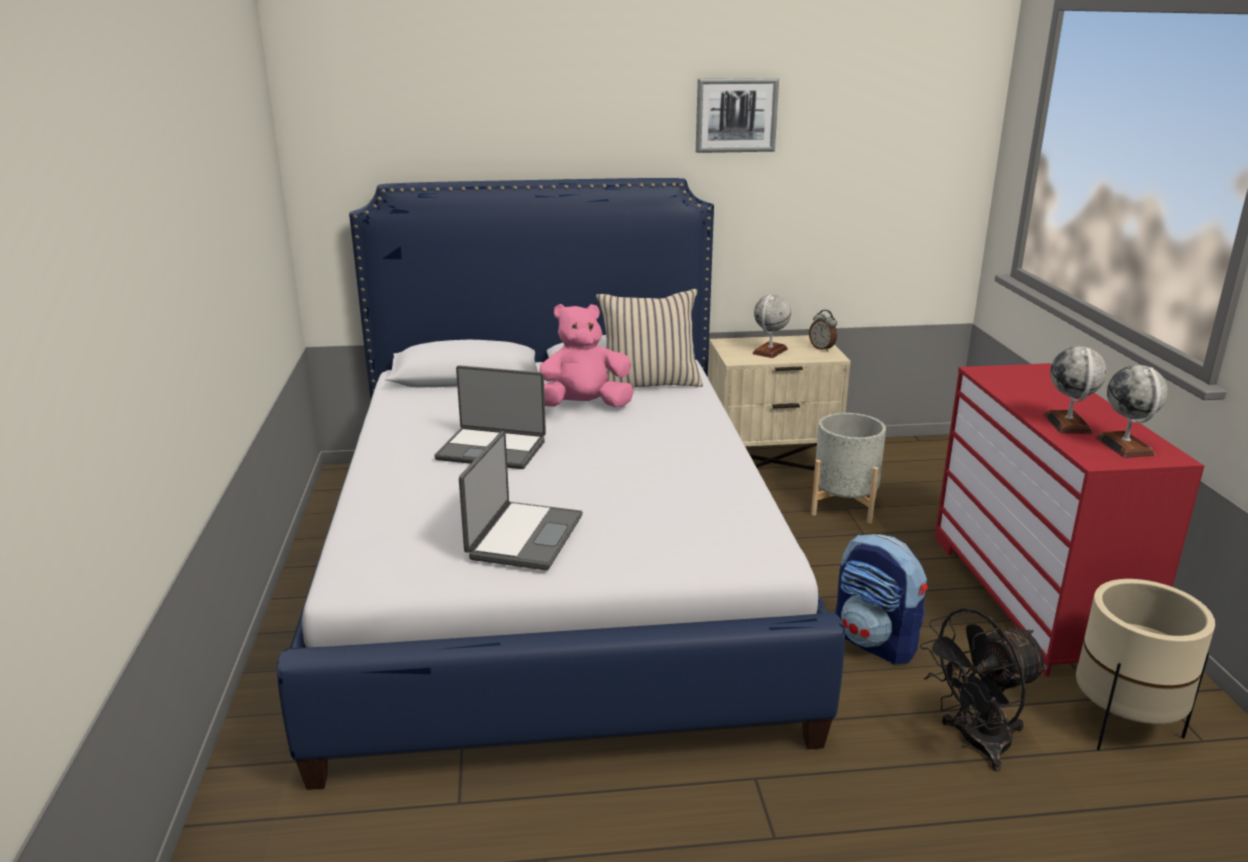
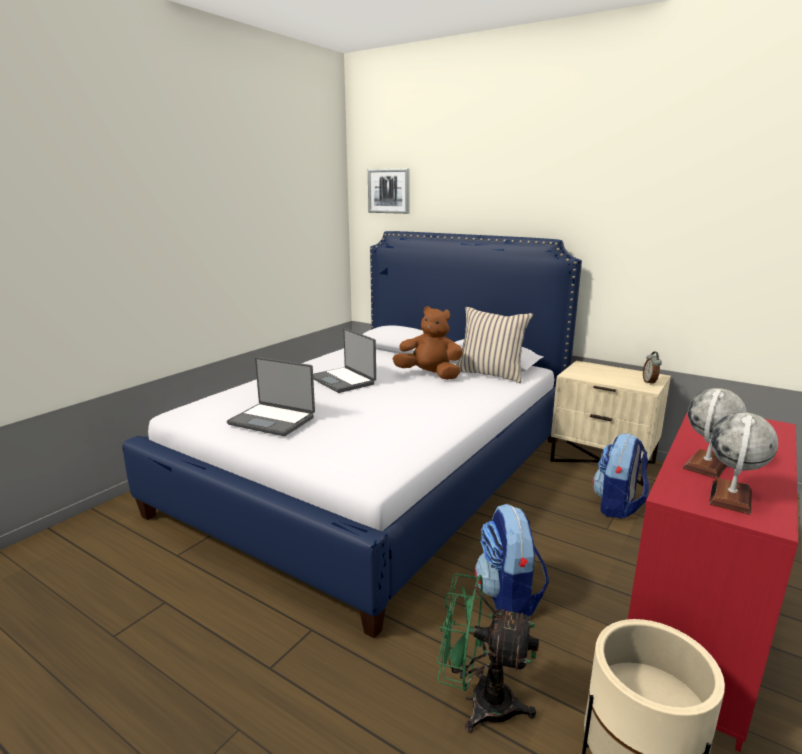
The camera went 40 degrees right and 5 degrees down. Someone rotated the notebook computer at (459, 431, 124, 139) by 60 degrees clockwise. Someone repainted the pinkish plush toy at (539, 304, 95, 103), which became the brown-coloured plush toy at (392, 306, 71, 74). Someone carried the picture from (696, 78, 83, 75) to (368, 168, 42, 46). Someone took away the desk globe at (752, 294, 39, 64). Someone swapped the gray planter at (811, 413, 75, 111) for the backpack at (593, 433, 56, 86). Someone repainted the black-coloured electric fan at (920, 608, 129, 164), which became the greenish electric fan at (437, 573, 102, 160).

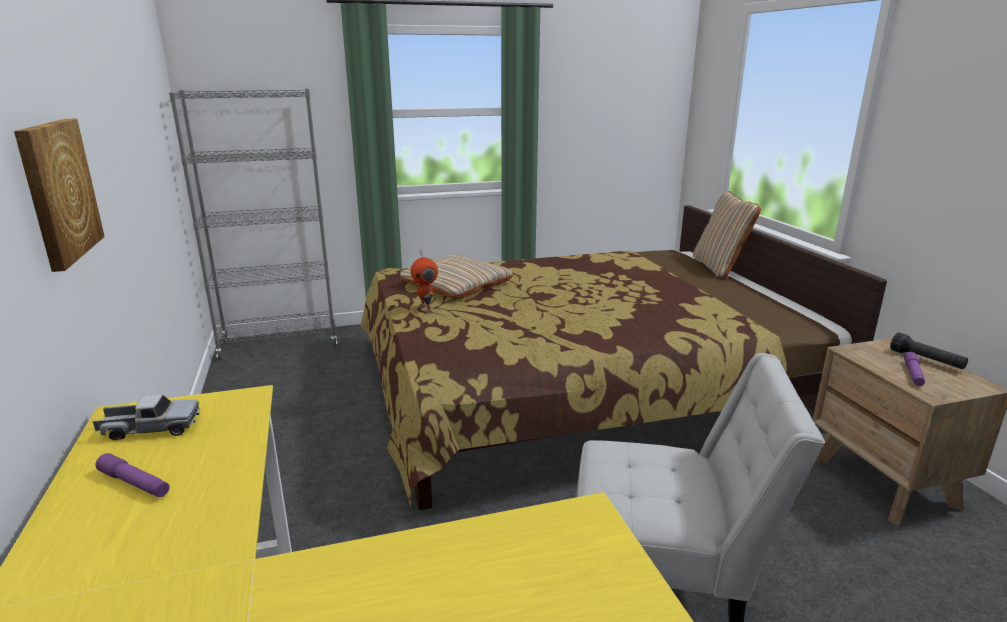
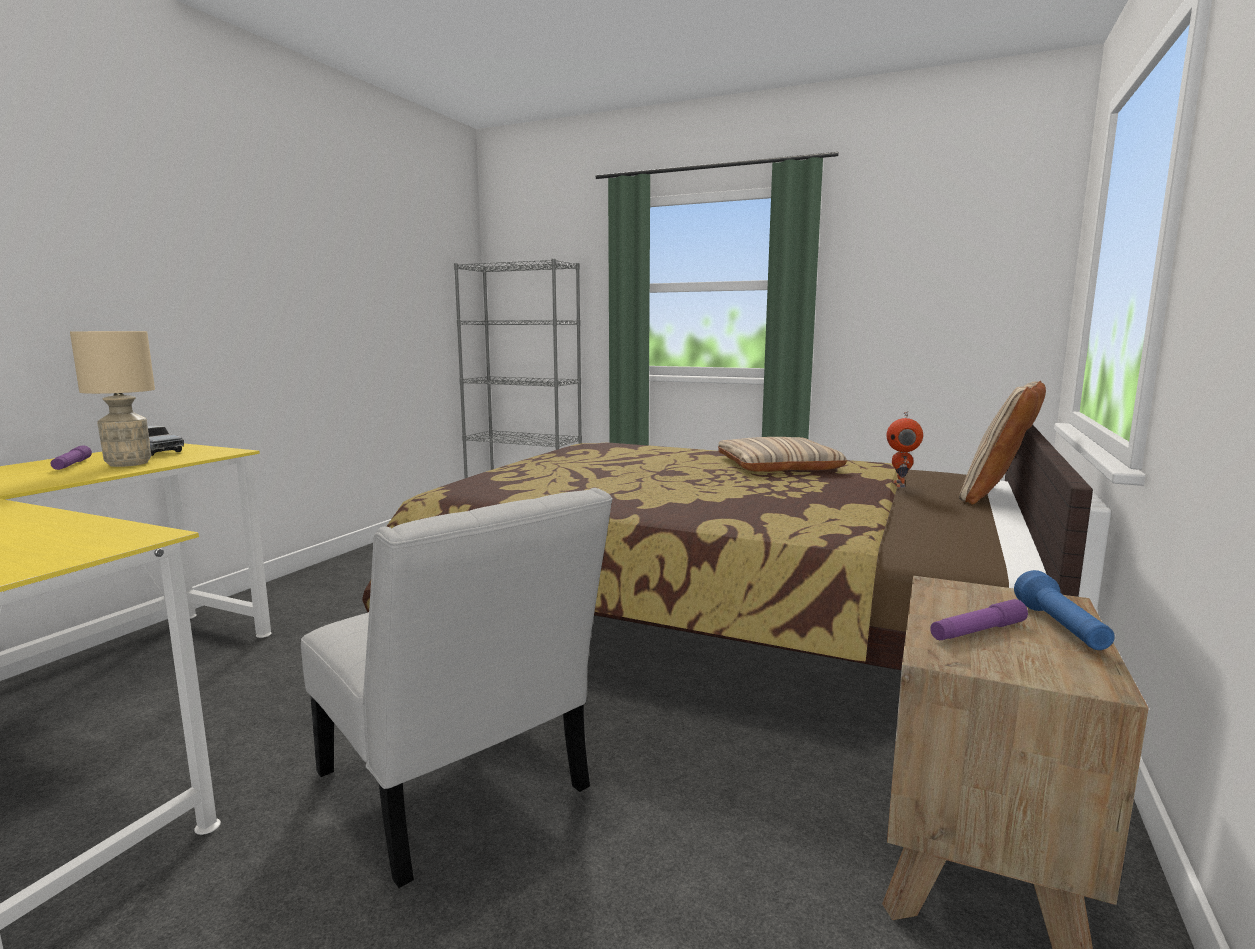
The camera went 40 degrees right and 10 degrees down. Someone took away the picture at (14, 119, 91, 153). Someone carried the beige pillow from (400, 254, 113, 45) to (718, 437, 129, 35). Someone carried the model robot from (411, 250, 27, 63) to (887, 412, 36, 76). Someone repainted the black-coloured hand torch at (890, 332, 78, 37), which became the bluish hand torch at (1014, 570, 101, 80). Someone put down the beige tabletop lamp at (70, 331, 85, 136).

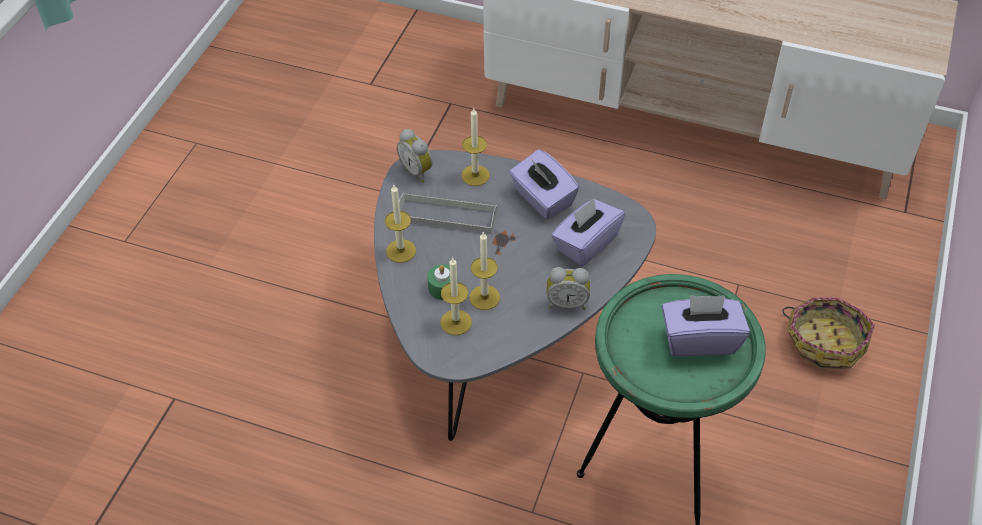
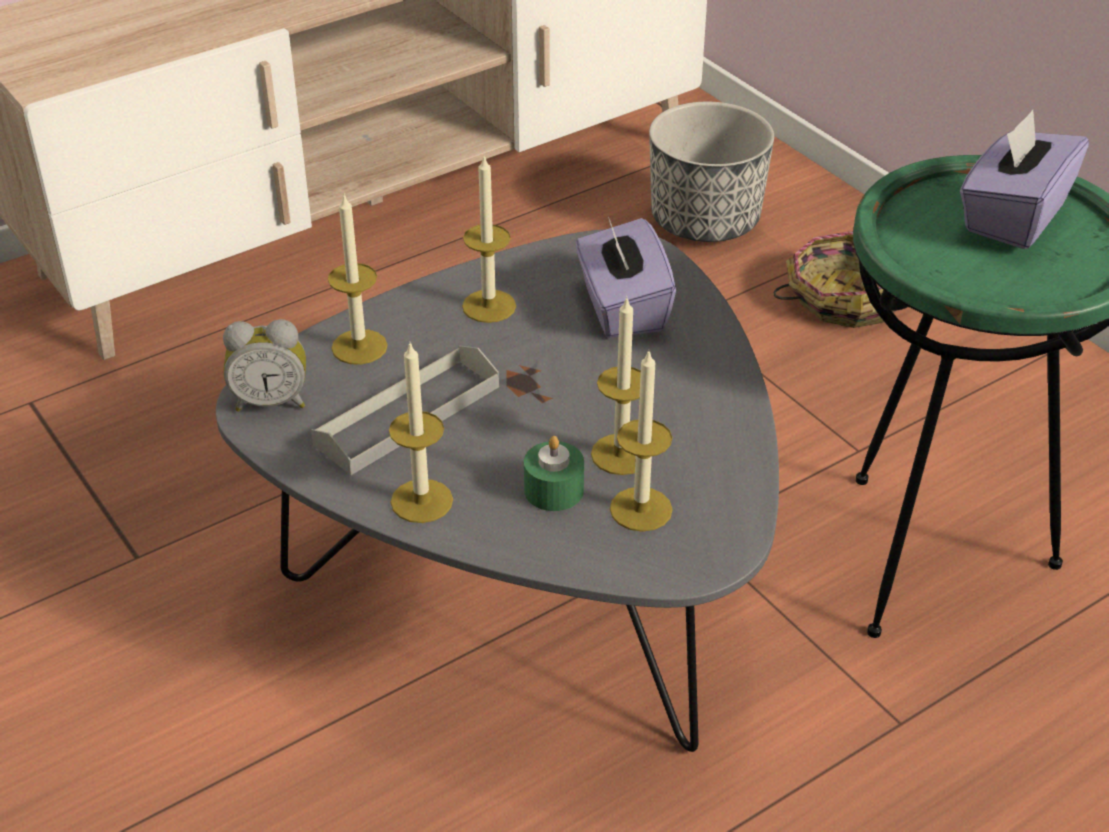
The camera went 55 degrees left and 10 degrees down. Someone swapped the purple tissue box at (509, 149, 70, 70) for the wax candle at (462, 154, 54, 169). Someone took away the bedside clock at (547, 267, 43, 43). Someone put down the planter at (649, 102, 125, 140).

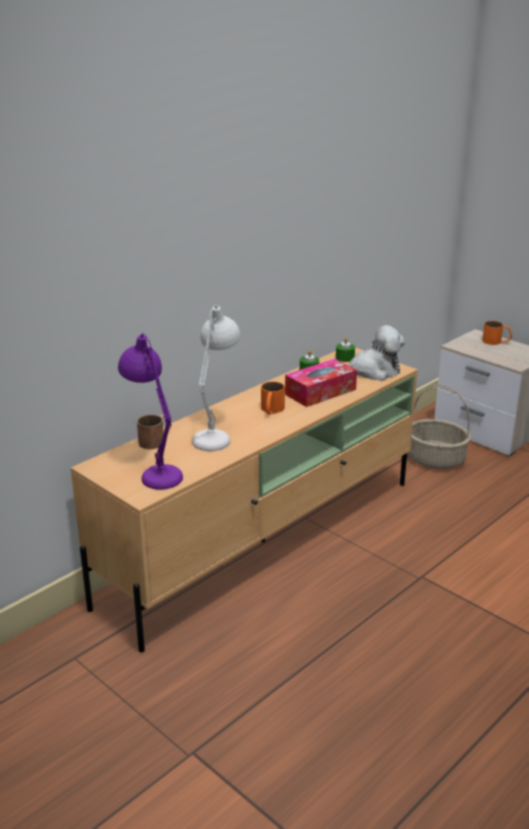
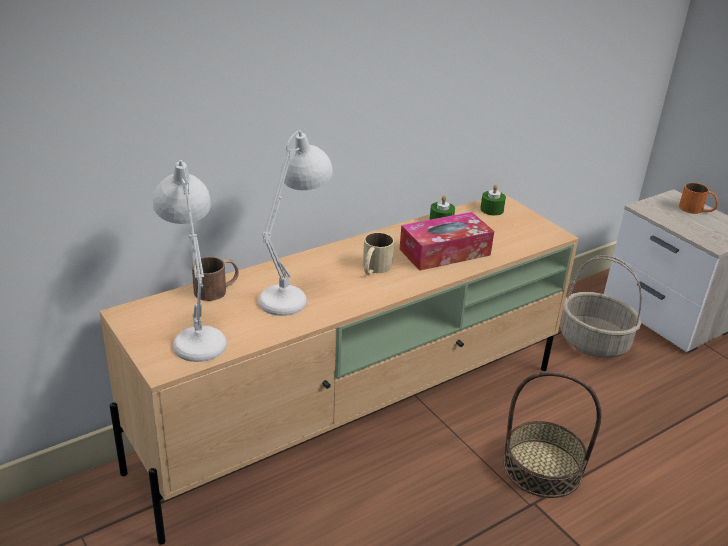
The camera went 10 degrees right and 5 degrees up. Someone repainted the purple tabletop lamp at (118, 333, 65, 157), which became the white-coloured tabletop lamp at (153, 160, 74, 202). Someone repainted the orange-coloured mug at (261, 381, 24, 34), which became the beige mug at (363, 232, 31, 43). Someone took away the plush toy at (348, 325, 57, 56). Someone put down the household basket at (503, 371, 98, 127).

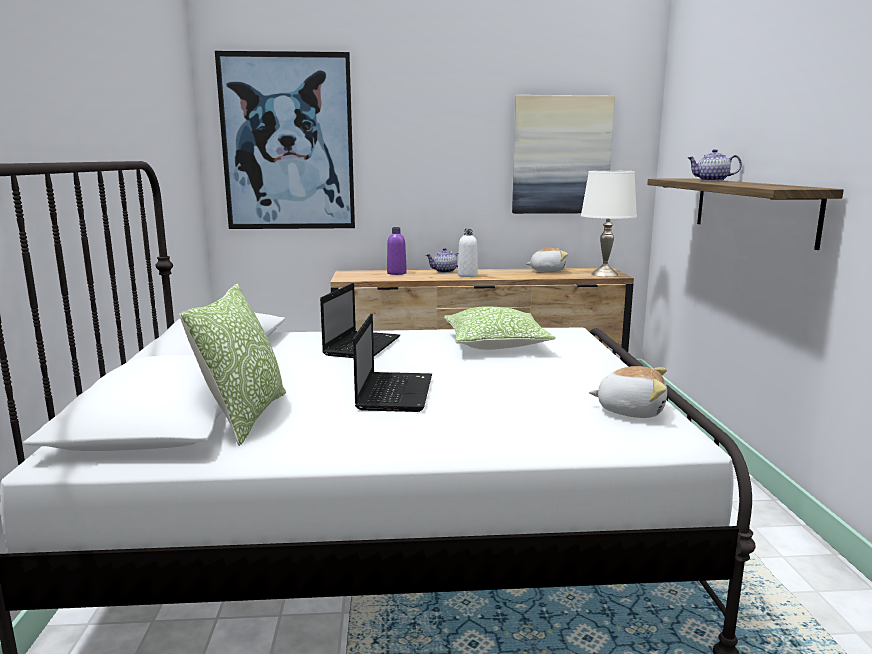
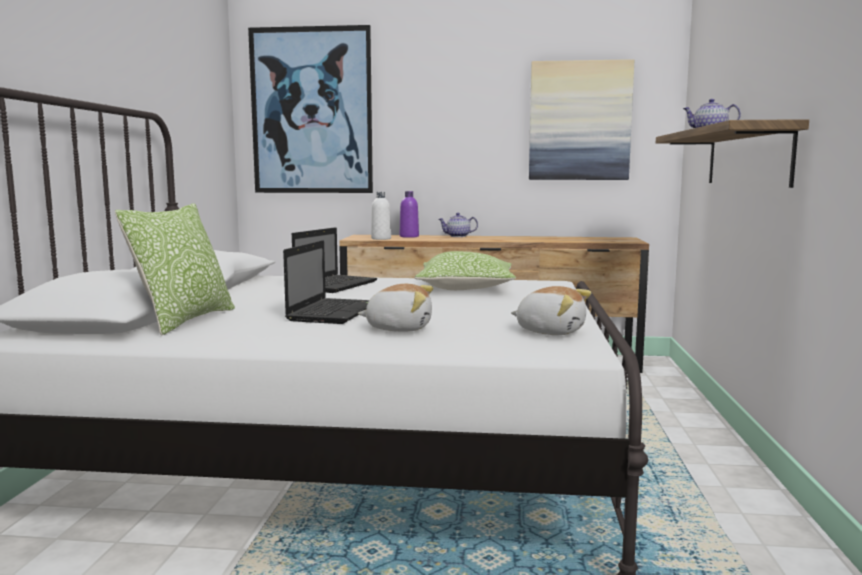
The camera went 10 degrees right and 5 degrees down. Someone carried the white-coloured drink bottle from (458, 229, 20, 48) to (371, 192, 20, 48). Someone carried the plush toy from (526, 247, 42, 25) to (358, 284, 75, 48). Someone took away the white-coloured tabletop lamp at (581, 170, 56, 107).

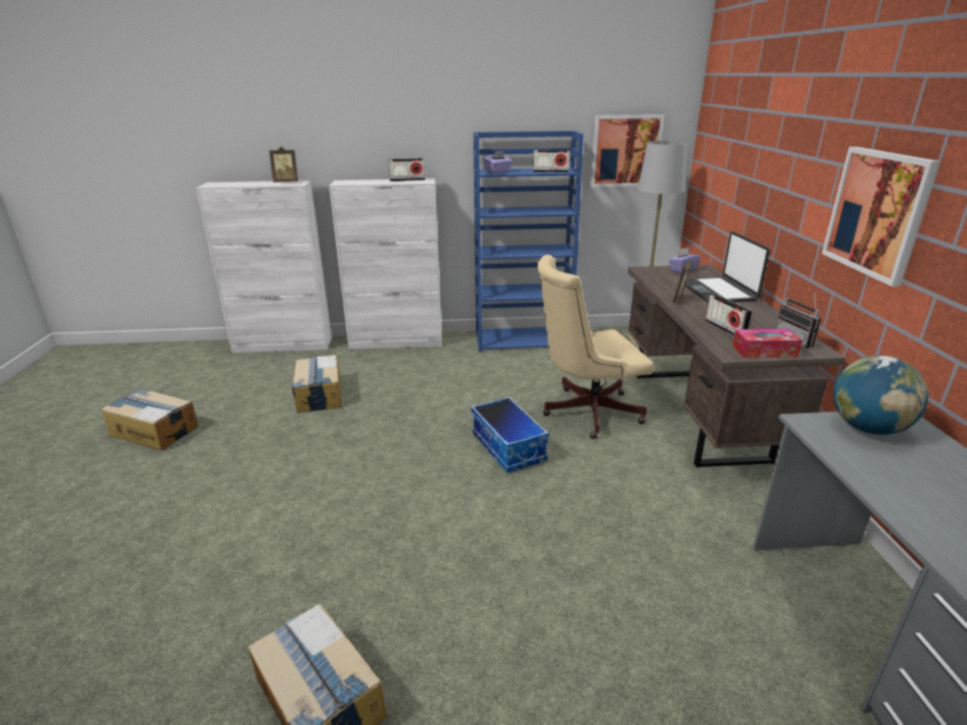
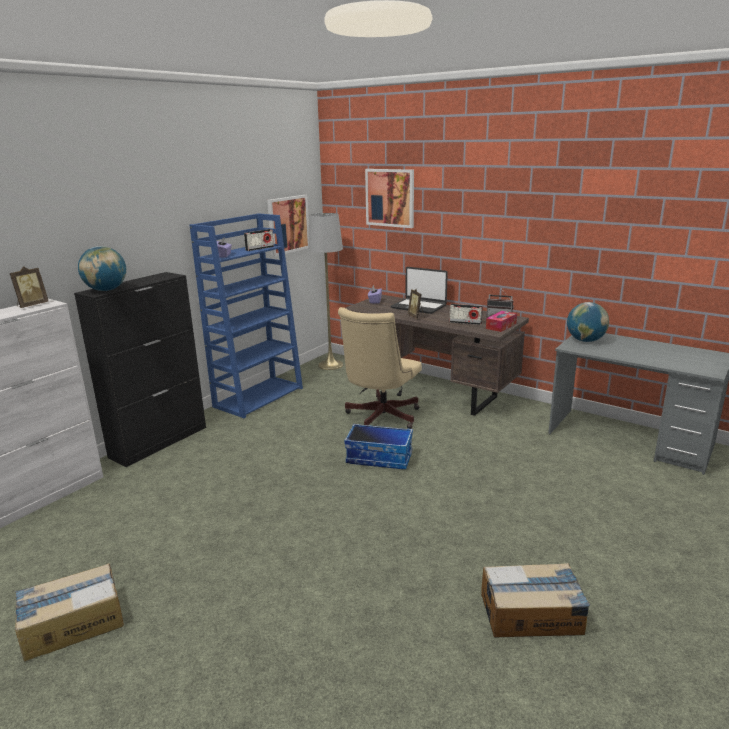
The camera went 50 degrees left and 5 degrees down. Someone took away the packing box at (292, 355, 50, 58). Someone repainted the white-coloured cupboard at (329, 178, 113, 171), which became the black-coloured cupboard at (74, 272, 132, 195). Someone took away the radio set at (388, 158, 37, 23). Someone carried the picture from (822, 147, 119, 140) to (365, 169, 49, 59). Someone put down the desk globe at (78, 246, 48, 45).

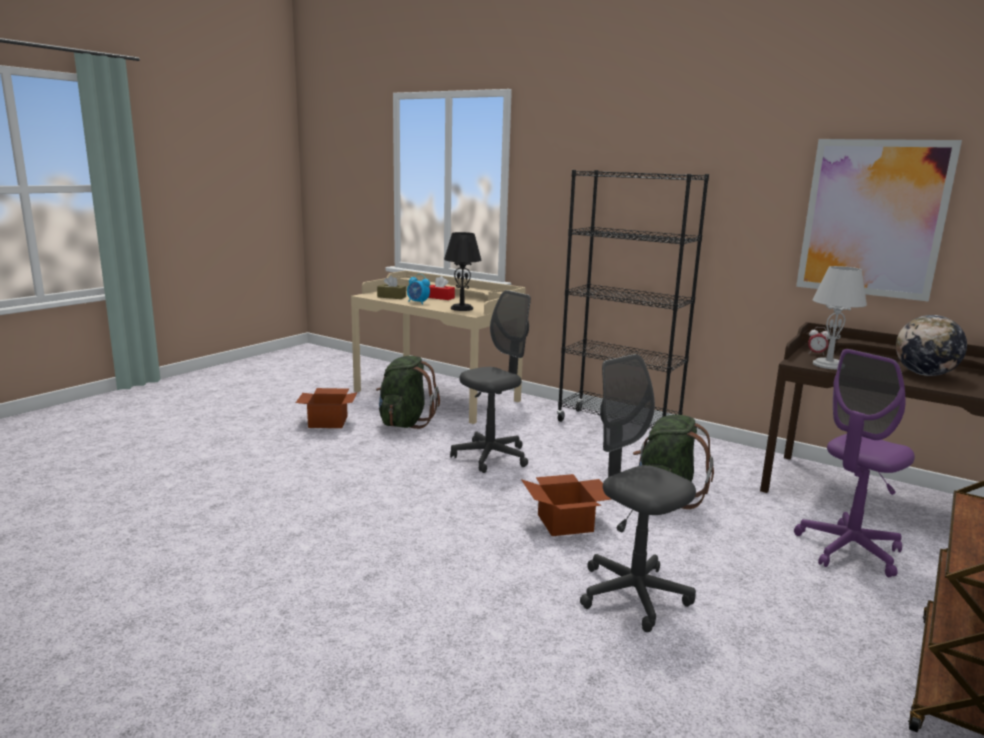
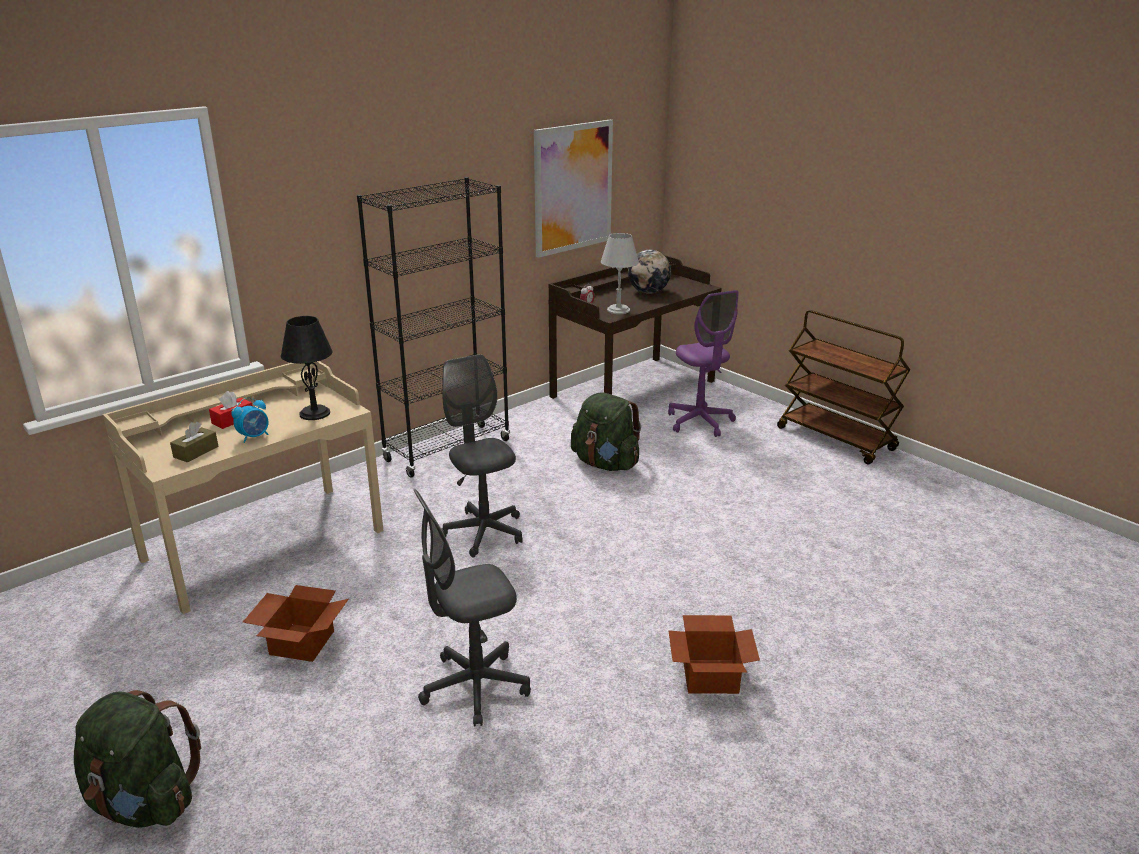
The camera went 75 degrees left and 10 degrees up. Someone carried the greenish backpack from (376, 356, 64, 73) to (74, 690, 127, 138). Someone carried the packing box from (521, 474, 91, 62) to (668, 615, 92, 79). Someone carried the gray computer chair from (580, 354, 116, 278) to (414, 489, 117, 238).

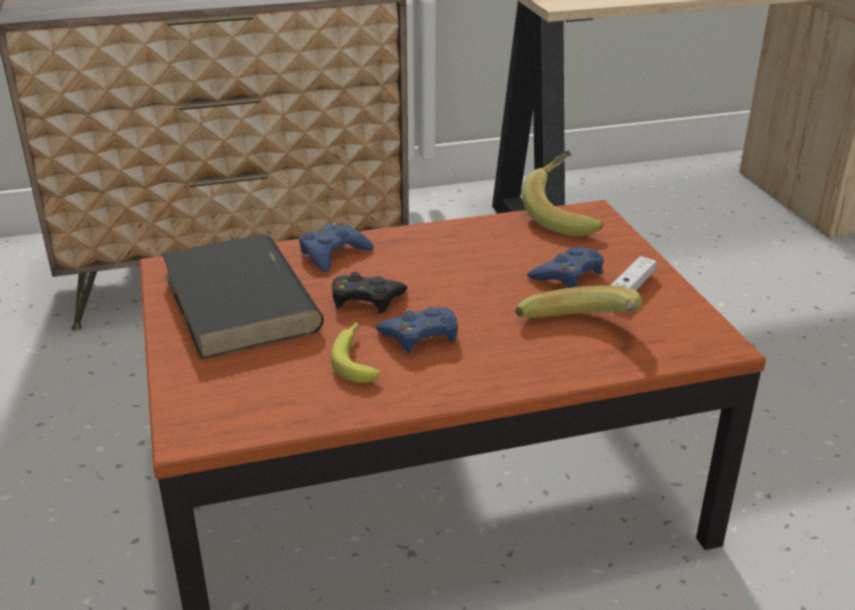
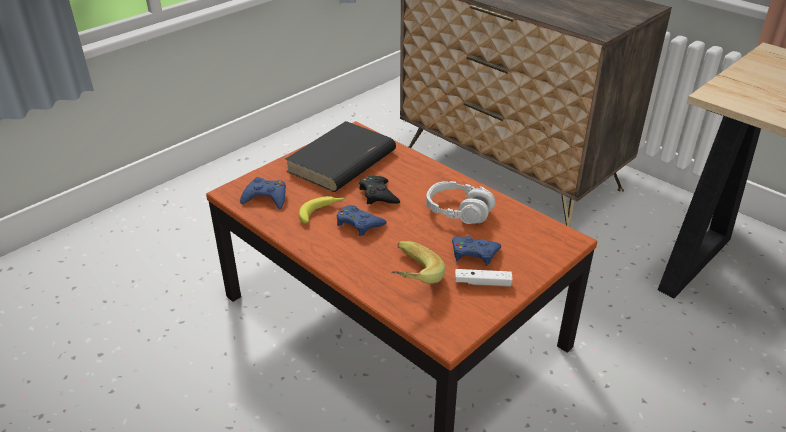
The camera went 60 degrees right and 5 degrees up. Someone carried the bluish game controller from (299, 222, 75, 50) to (240, 177, 46, 32). Someone took away the banana fruit at (522, 150, 82, 86). Someone put down the gray pair of headphones at (426, 181, 69, 43).

